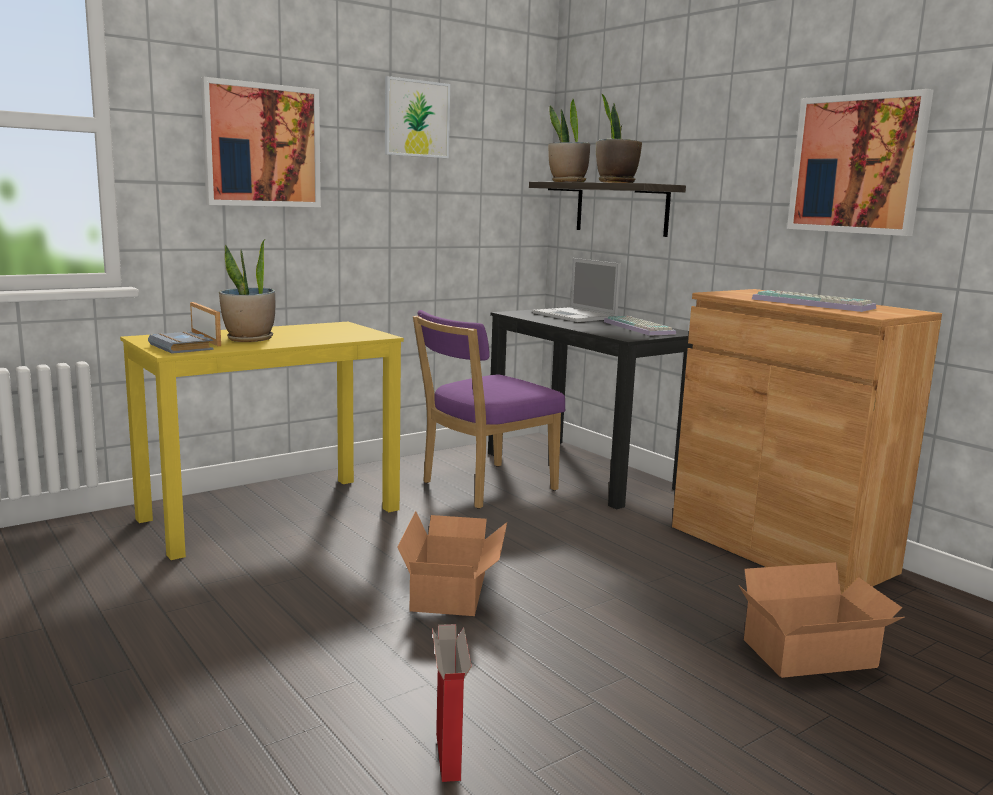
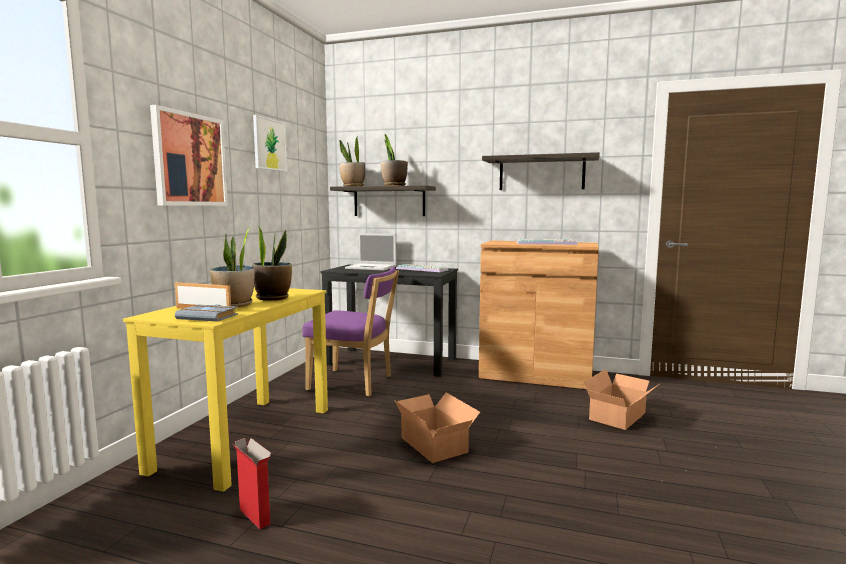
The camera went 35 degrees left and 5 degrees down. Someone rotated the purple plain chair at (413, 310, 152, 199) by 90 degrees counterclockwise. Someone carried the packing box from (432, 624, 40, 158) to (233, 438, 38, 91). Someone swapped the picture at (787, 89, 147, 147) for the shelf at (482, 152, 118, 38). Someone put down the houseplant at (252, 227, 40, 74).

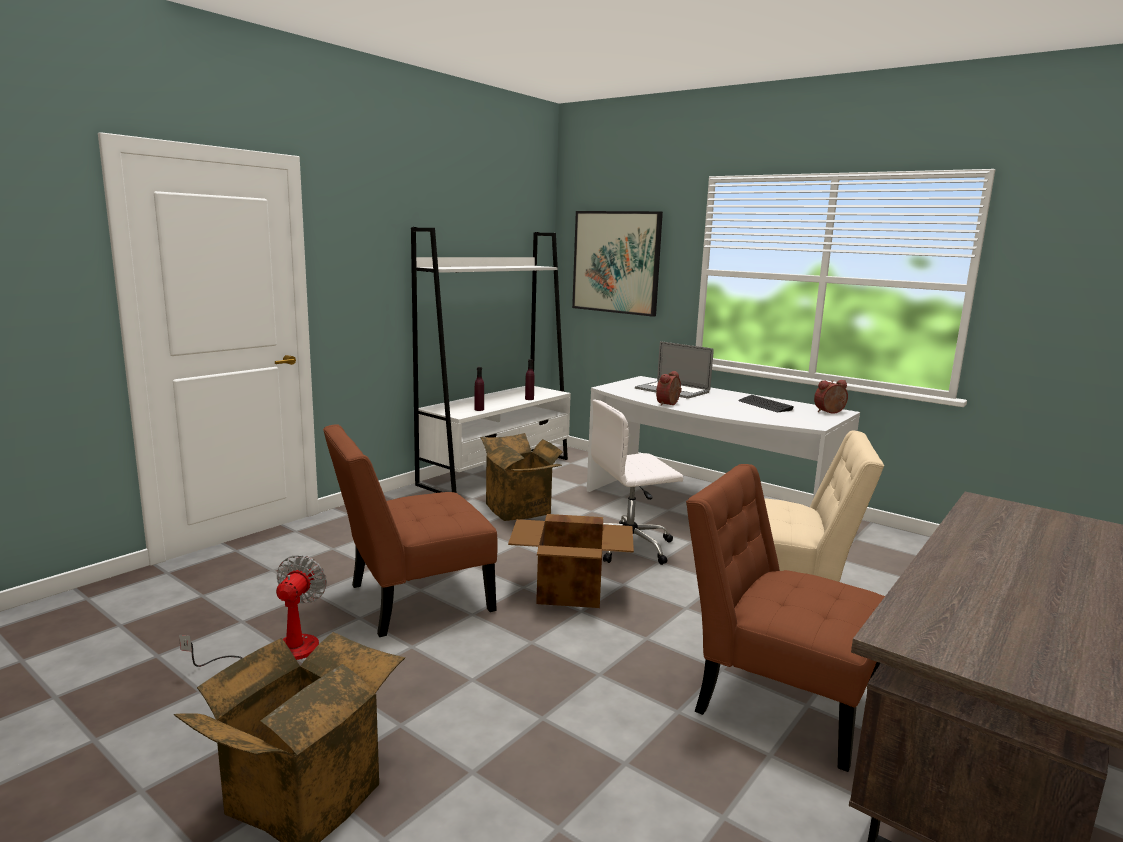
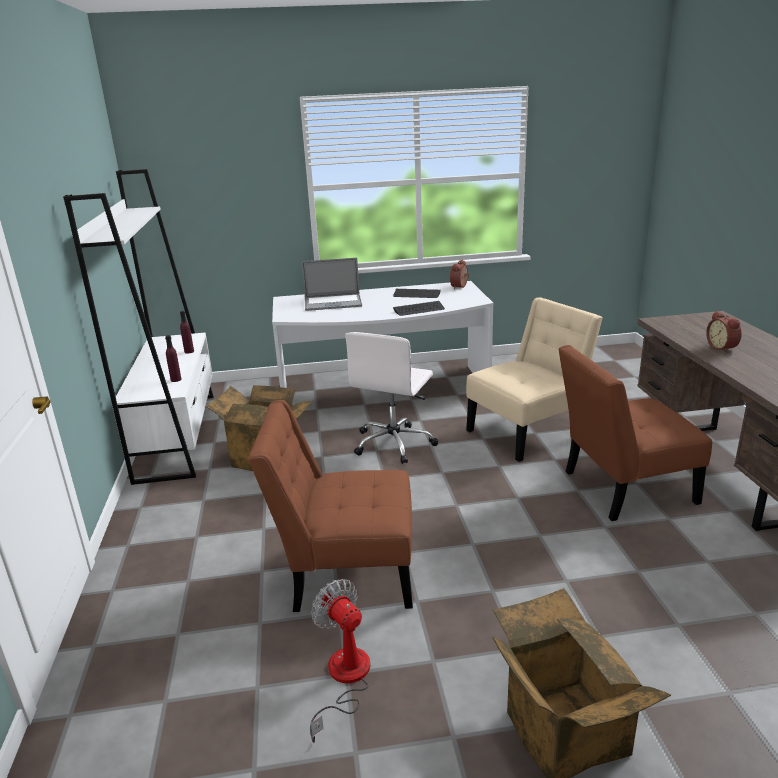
The camera went 45 degrees left and 10 degrees up. Someone rotated the brown-coloured plain chair at (323, 424, 175, 213) by 75 degrees clockwise. Someone took away the packing box at (508, 514, 126, 94). Someone took away the picture at (572, 211, 91, 106). Someone carried the bedside clock from (656, 371, 26, 35) to (706, 311, 36, 42). Someone put down the keyboard at (393, 301, 52, 15).

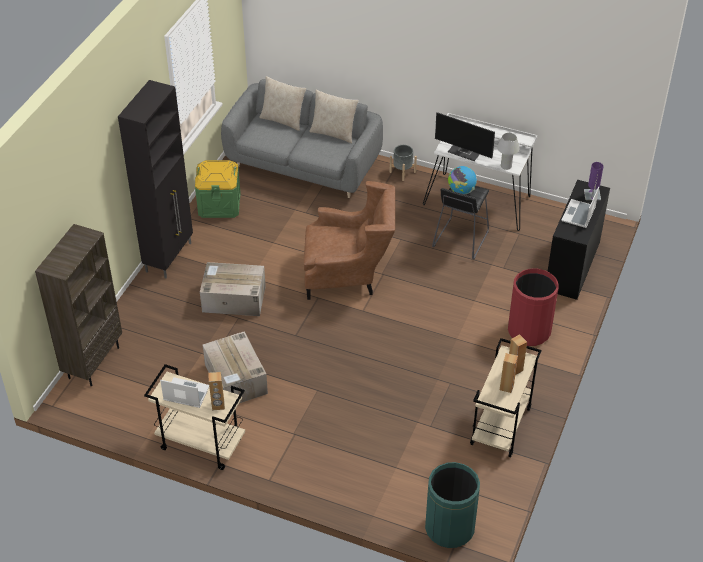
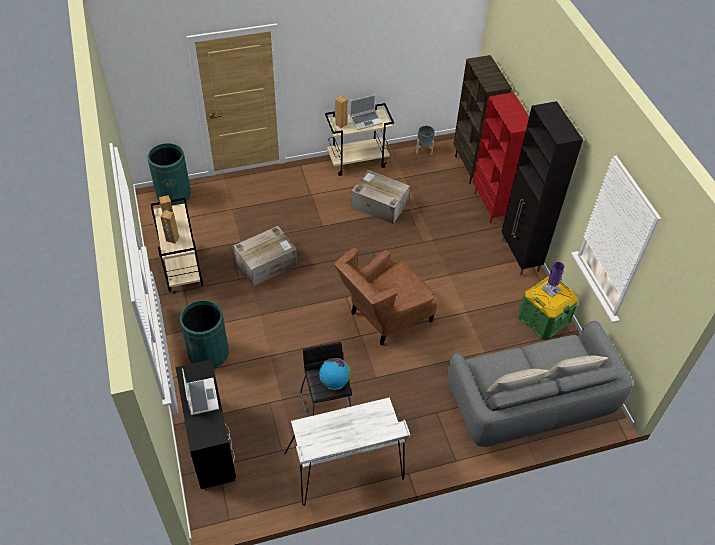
The camera went 140 degrees right and 5 degrees up. Someone carried the packing box from (200, 262, 66, 54) to (233, 226, 64, 60). Someone carried the gray planter from (390, 145, 27, 36) to (416, 126, 19, 29). Someone took away the computer screen at (435, 112, 60, 49). Someone took away the white-coloured tabletop lamp at (497, 133, 23, 37). Someone repainted the reddish waste bin at (508, 269, 51, 77), which became the greenish waste bin at (180, 300, 49, 68). Someone carried the purple tabletop lamp from (584, 162, 20, 38) to (541, 262, 23, 35). Someone put down the reddish bookshelf at (473, 92, 56, 132).

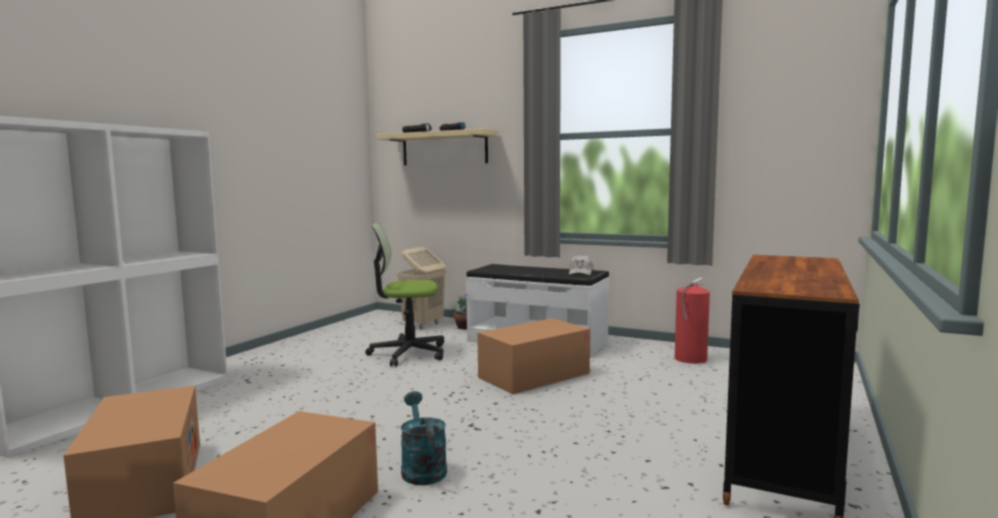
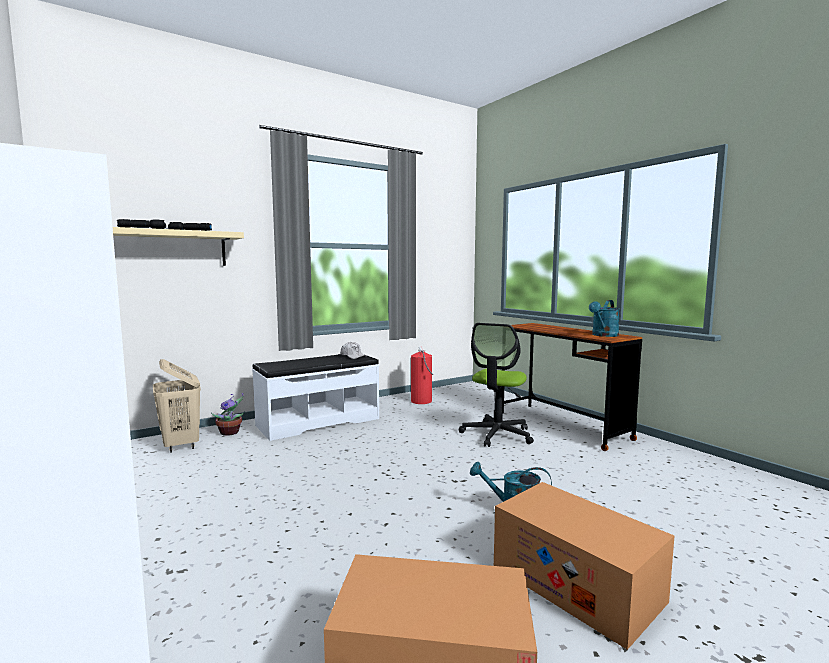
The camera went 60 degrees left and 0 degrees up. Someone carried the computer chair from (365, 223, 79, 143) to (459, 323, 75, 124). Someone took away the packing box at (477, 318, 113, 76). Someone put down the turquoise-coloured sprinkling can at (589, 300, 31, 37).

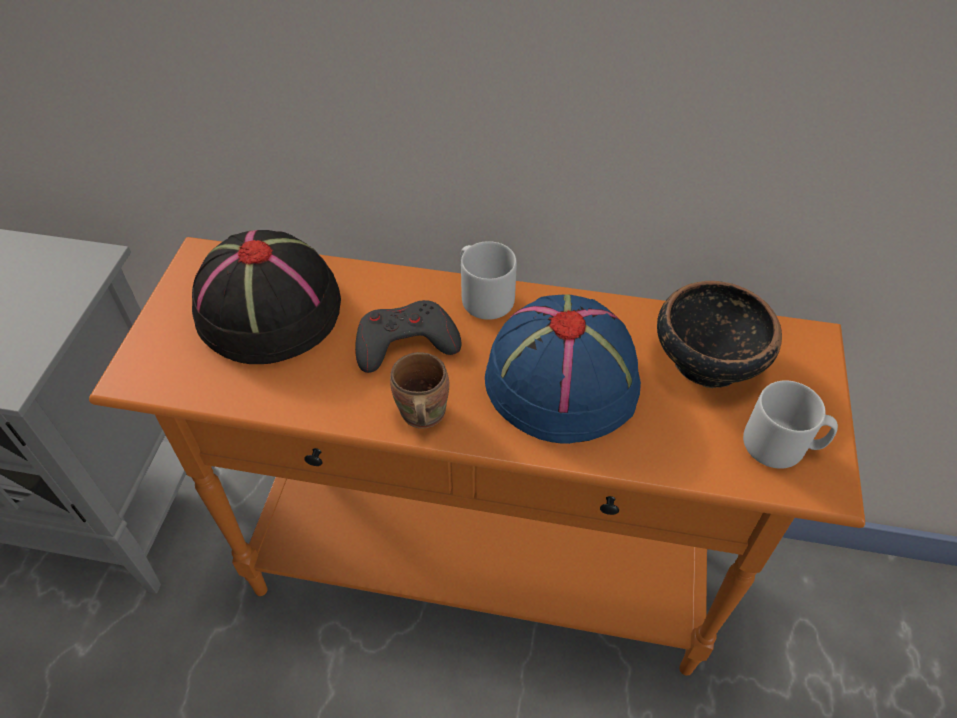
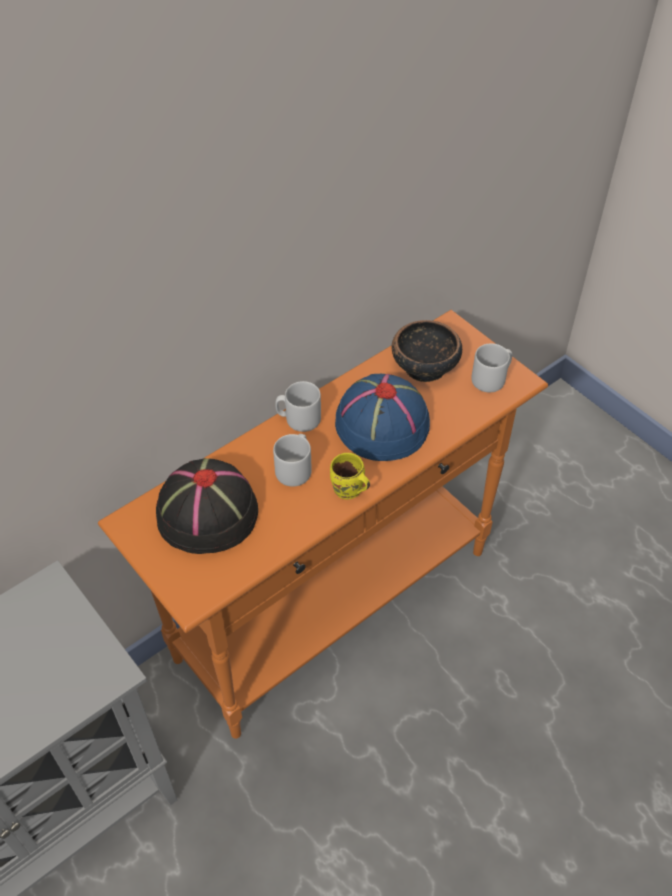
The camera went 50 degrees left and 0 degrees up. Someone swapped the gray game controller at (355, 300, 106, 73) for the gray mug at (273, 434, 39, 53). Someone repainted the brown-coloured mug at (390, 352, 59, 77), which became the yellow mug at (330, 453, 40, 46).

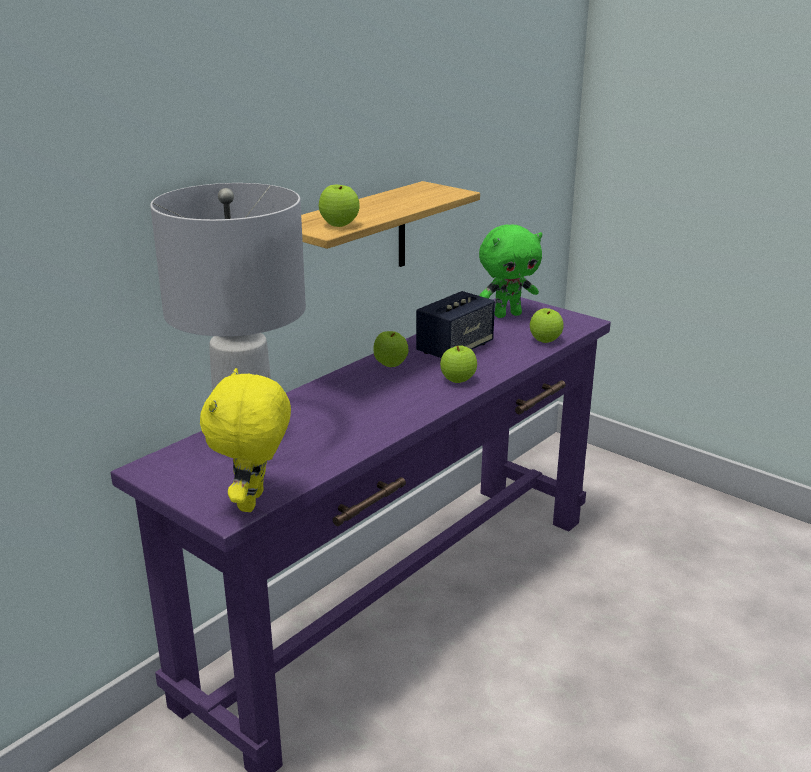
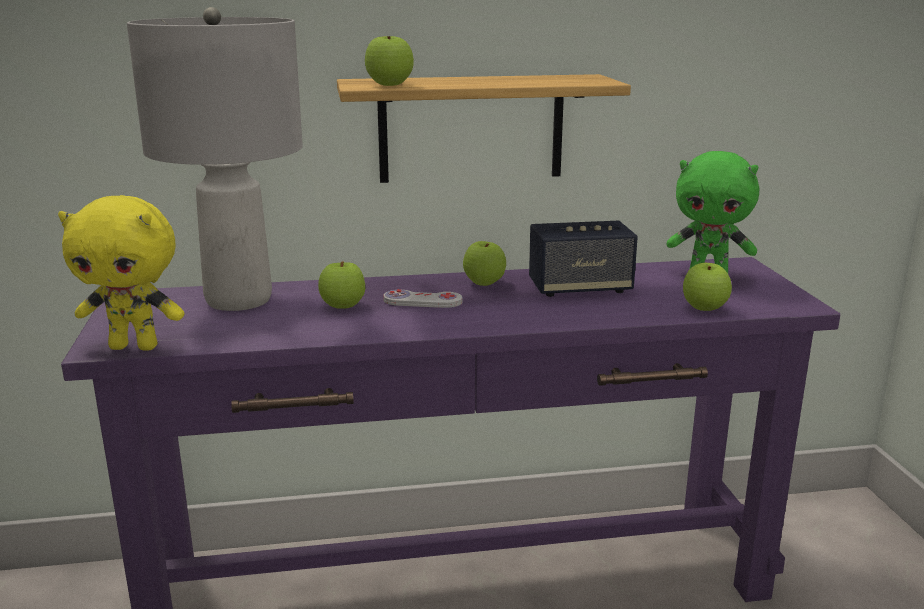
The camera went 40 degrees right and 5 degrees down. Someone rotated the yellow plush toy at (200, 368, 91, 144) by 135 degrees counterclockwise. Someone carried the apple from (440, 345, 37, 38) to (318, 262, 47, 47). Someone put down the white-coloured game controller at (383, 289, 80, 19).

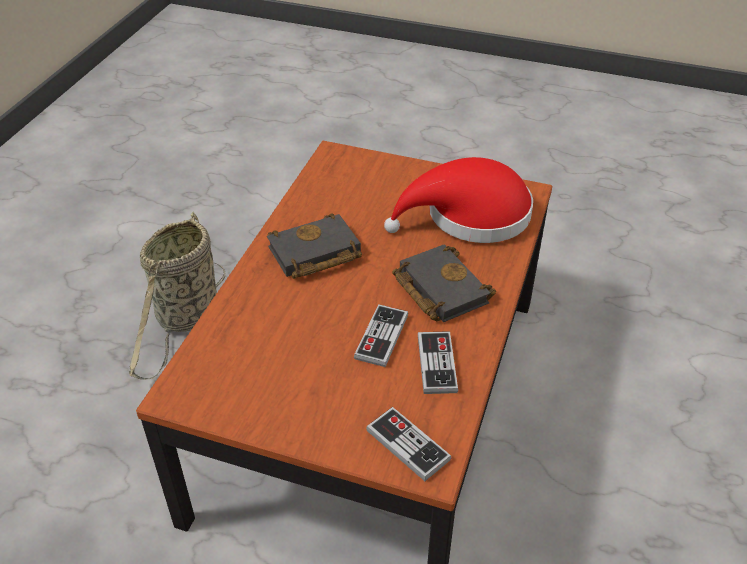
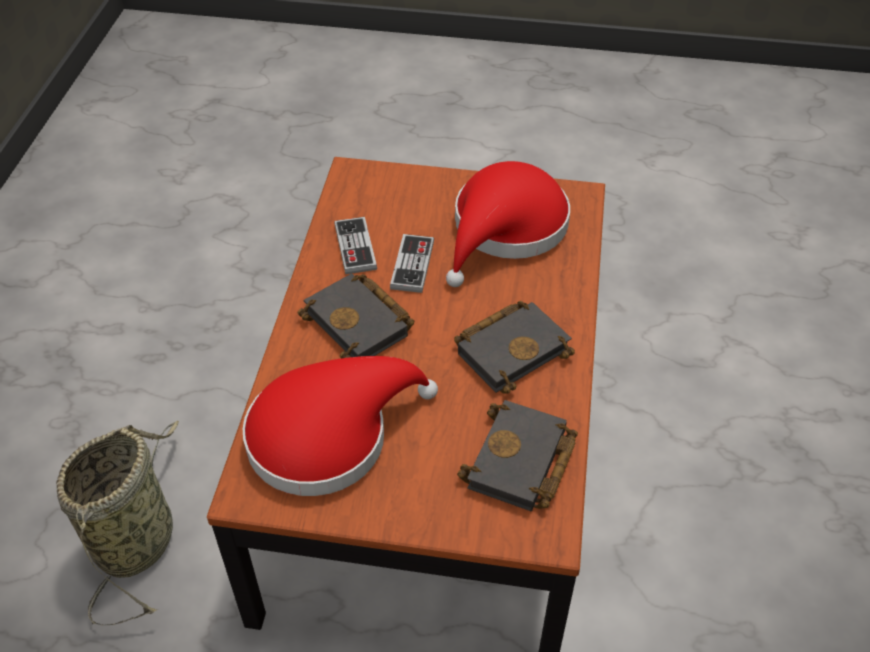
The camera went 170 degrees right and 5 degrees up. Someone carried the household basket from (129, 212, 96, 168) to (56, 421, 123, 204). Someone took away the game controller at (366, 407, 85, 74). Someone put down the reddish clothing hat at (446, 161, 124, 126). Someone put down the black-coloured bound book at (457, 400, 121, 111).

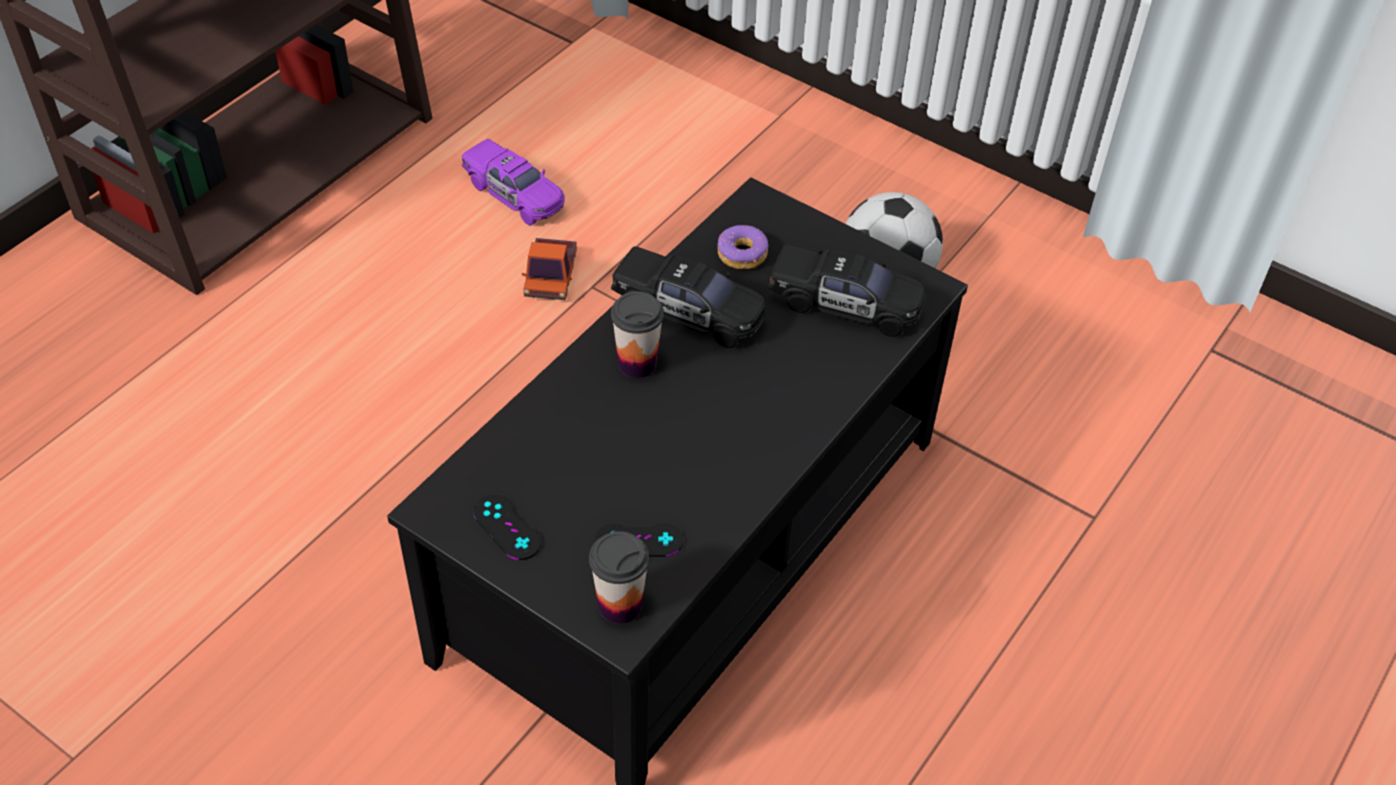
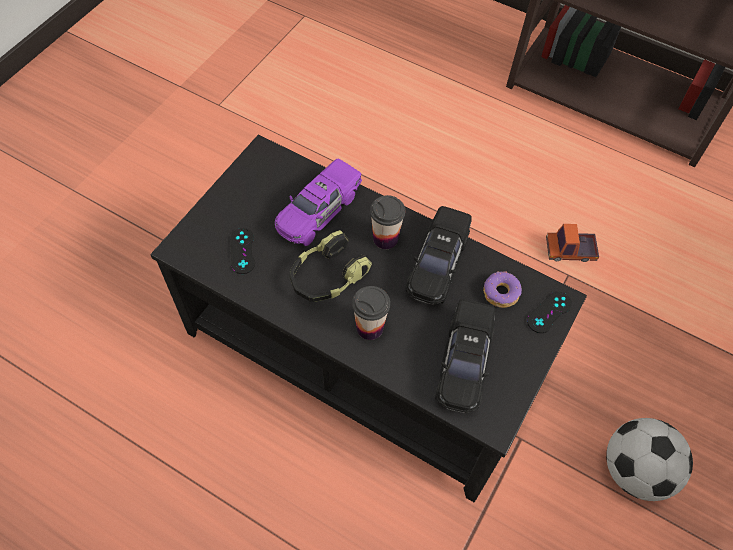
The camera went 85 degrees right and 10 degrees up. Someone carried the purple model car from (462, 139, 103, 87) to (275, 159, 87, 87). Someone carried the black-coloured game controller from (473, 495, 68, 65) to (527, 292, 45, 41). Someone carried the drinking cup from (589, 531, 61, 93) to (352, 286, 38, 54). Someone put down the pair of headphones at (289, 230, 83, 72).

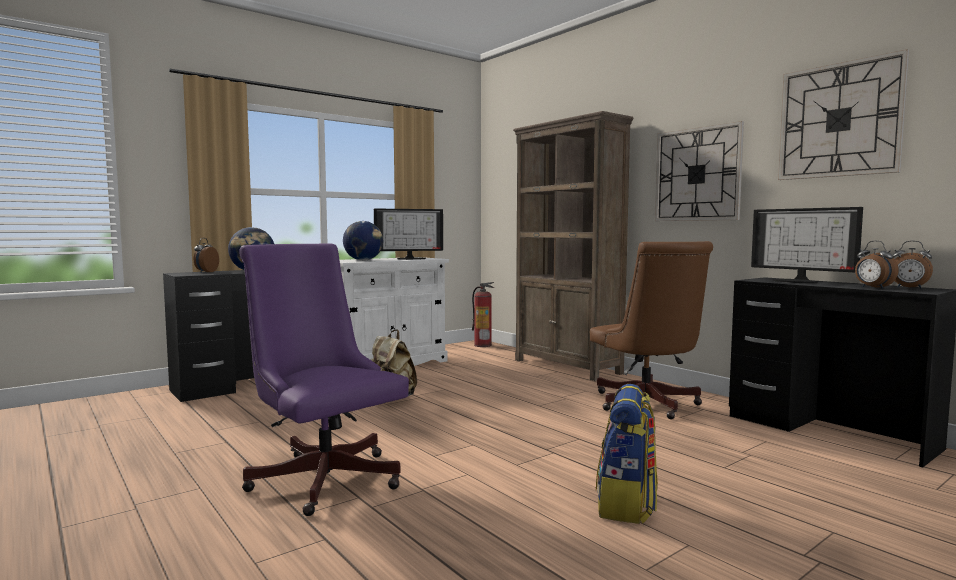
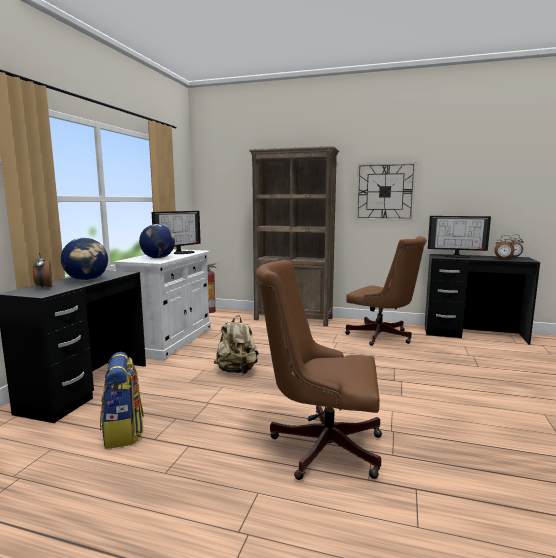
The camera went 35 degrees left and 5 degrees up. Someone repainted the purple computer chair at (239, 244, 170, 272), which became the brown-coloured computer chair at (256, 260, 126, 220). Someone carried the backpack from (596, 384, 62, 140) to (100, 352, 44, 97). Someone took away the hanging clock at (778, 49, 131, 131).

